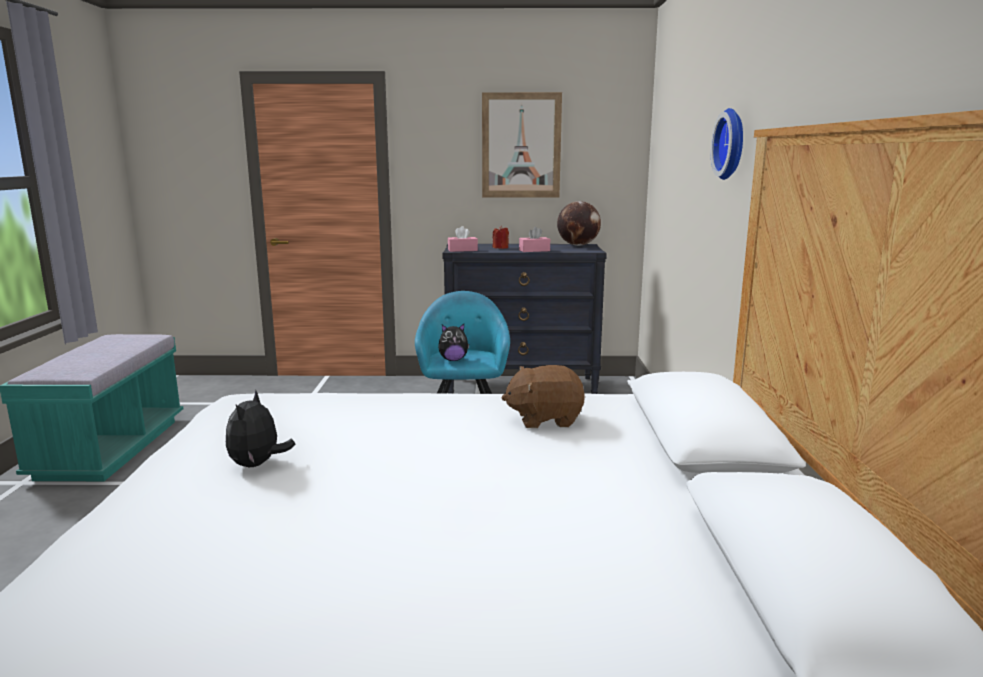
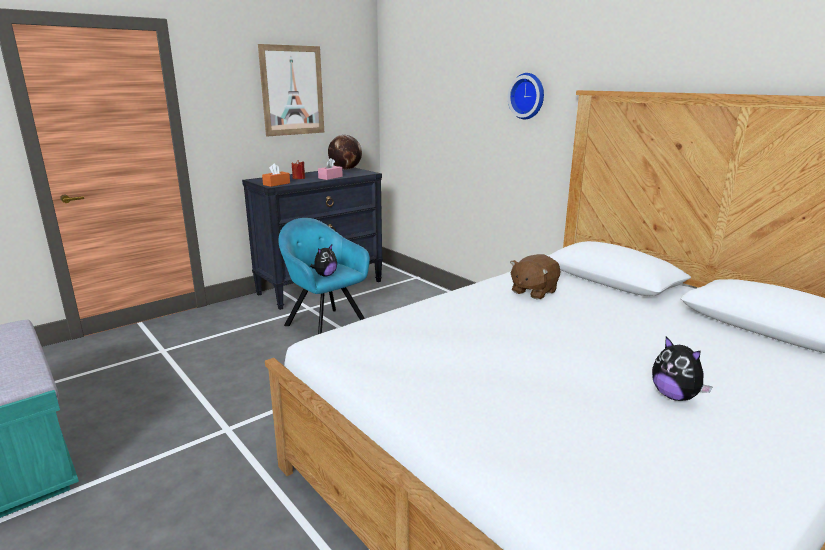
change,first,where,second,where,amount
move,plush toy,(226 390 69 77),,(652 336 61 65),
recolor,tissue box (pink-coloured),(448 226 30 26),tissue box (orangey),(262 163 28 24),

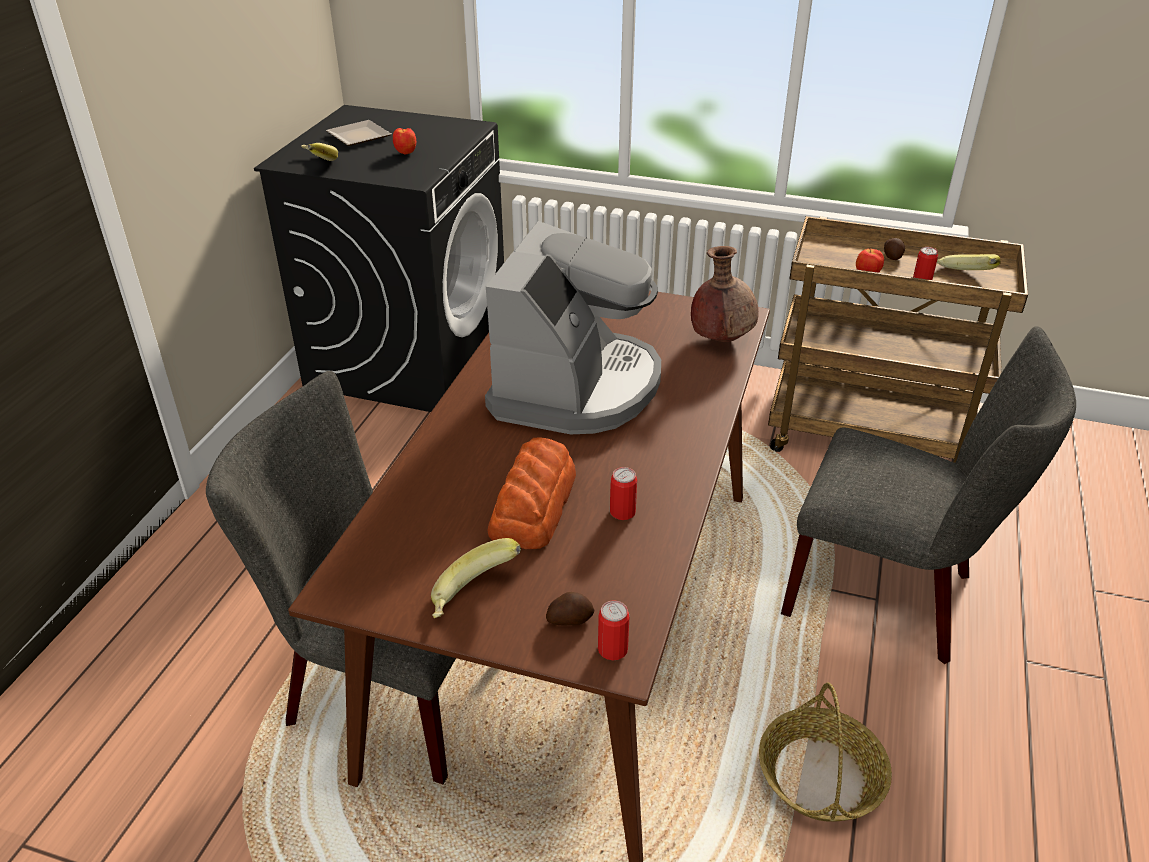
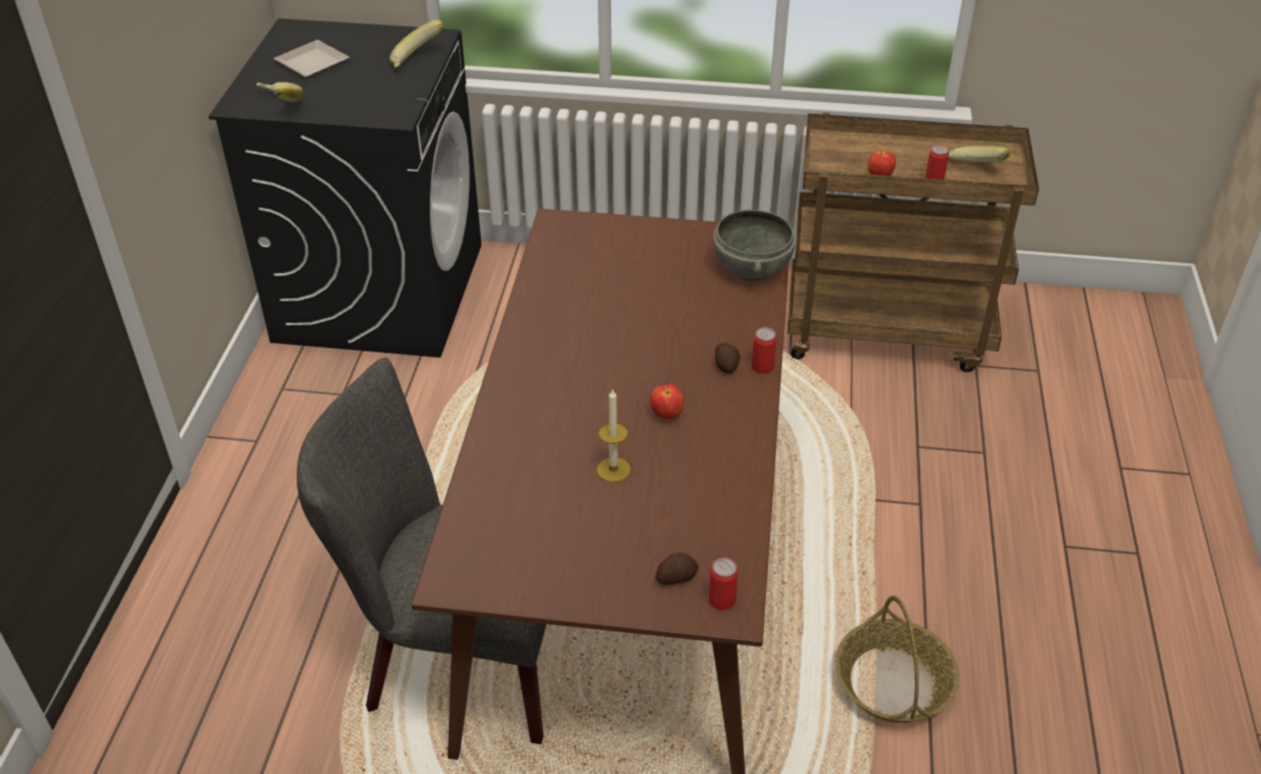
change,first,where,second,where,amount
move,apple fruit,(393 128 23 27),,(650 384 34 36),
move,whole banana,(431 538 90 80),,(390 20 54 48),
delete,coffee maker,(485 221 176 213),,,
replace,bread,(487 438 89 111),wax candle,(597 389 34 93),
move,can,(610 467 27 53),,(751 327 26 47),
replace,flower vase (brown),(691 246 68 96),deep dish (grey),(713 209 82 73),
delete,upright chair (grey),(781 326 295 338),,,
move,whole potato,(884 238 21 22),,(715 343 25 31),

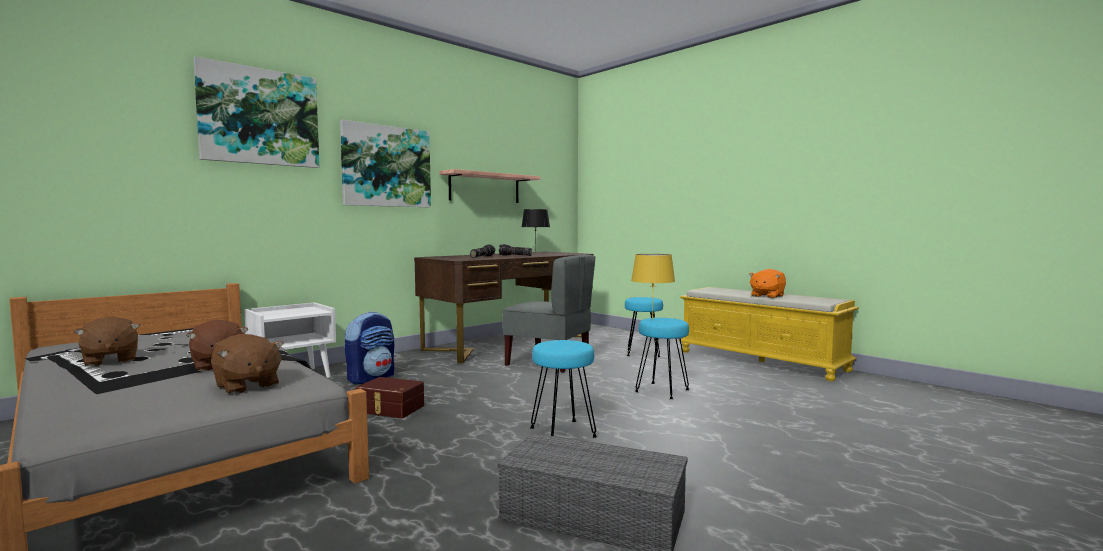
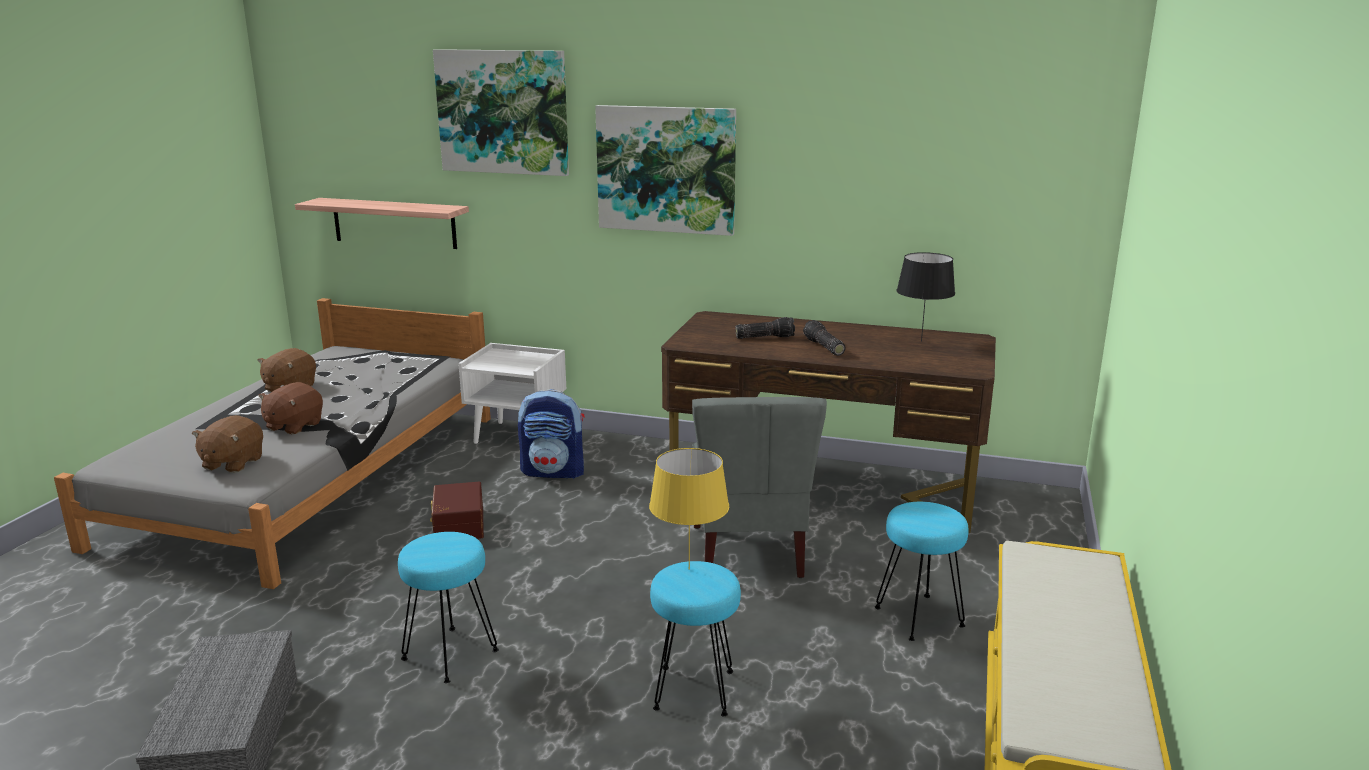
change,first,where,second,where,amount
move,shelf,(439 169 101 34),,(295 198 174 51),
delete,plush toy (orangey),(749 269 37 29),,,

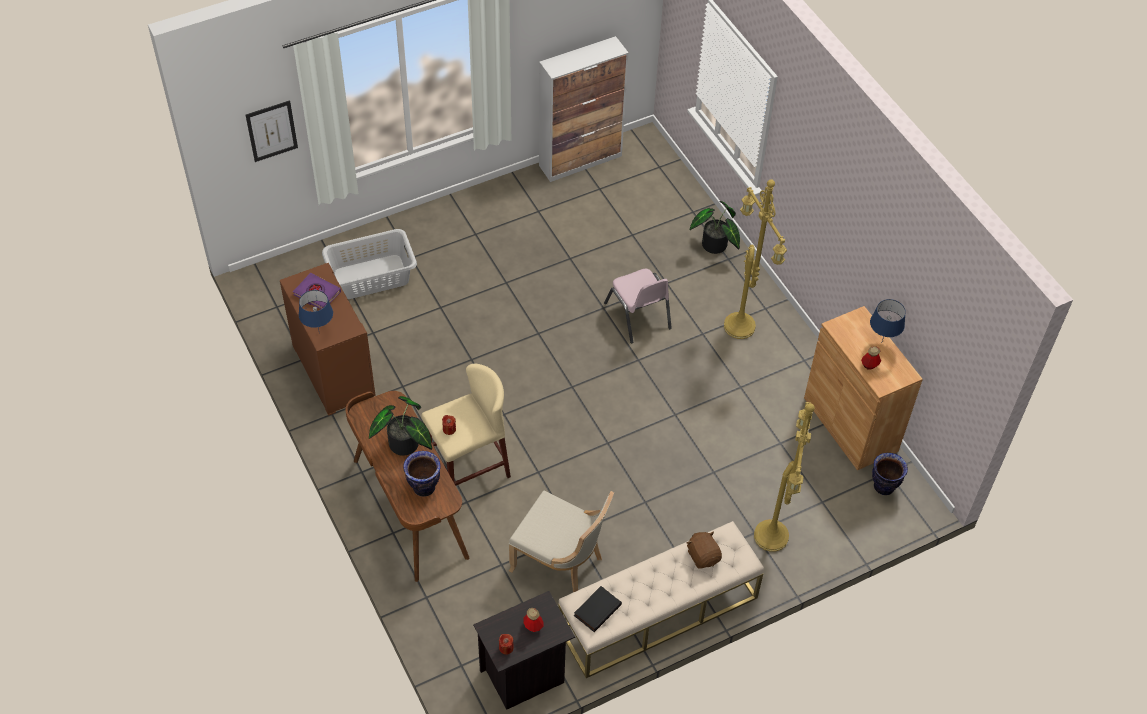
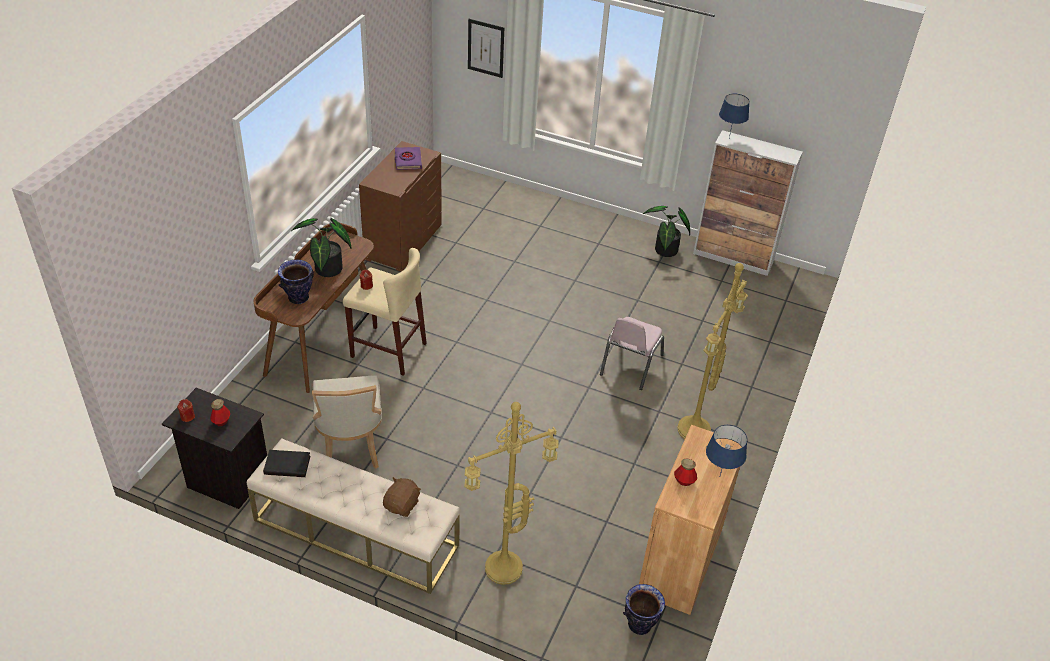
change,first,where,second,where,amount
move,lamp for a table (blue),(299 290 34 40),,(719 94 31 44),
delete,laundry basket (grey),(322 229 95 70),,,
move,houseplant,(690 201 50 53),,(643 206 47 51),

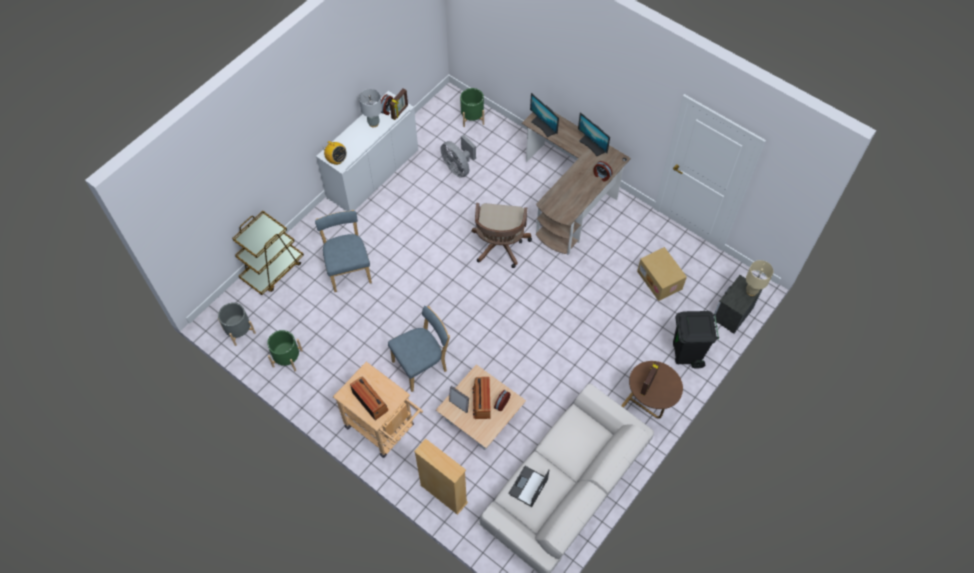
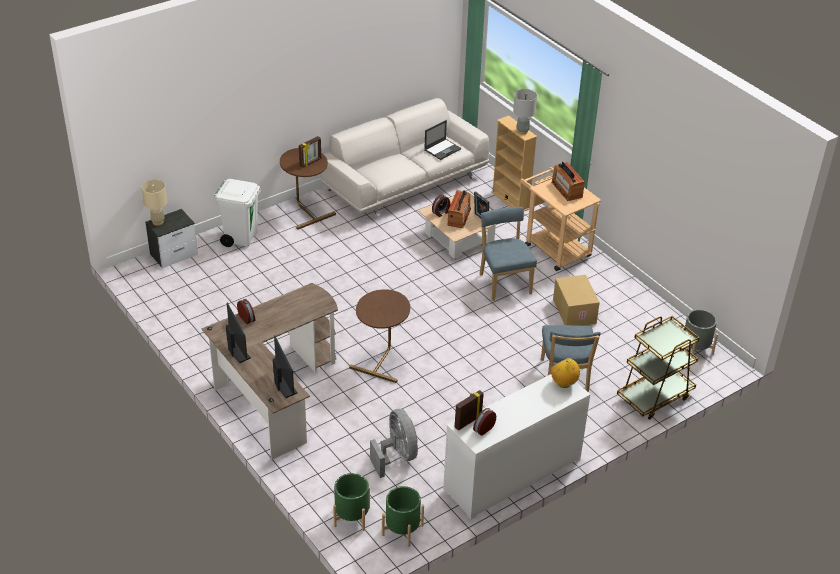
change,first,where,second,where,amount
move,plant pot (greenish),(267 330 36 41),,(382 486 42 61),
move,lamp for a table (grey),(359 89 23 38),,(513 89 24 45),
rotate,upright chair (blue),(388 306 62 86),,(480 207 57 94),90 degrees clockwise
replace,desk chair (brown),(471 203 61 65),accent table (brown),(349 289 61 94),
move,packing box,(637 247 50 54),,(553 275 47 51),
recolor,waste bin (black),(673 311 46 58),waste bin (white),(214 179 47 68),

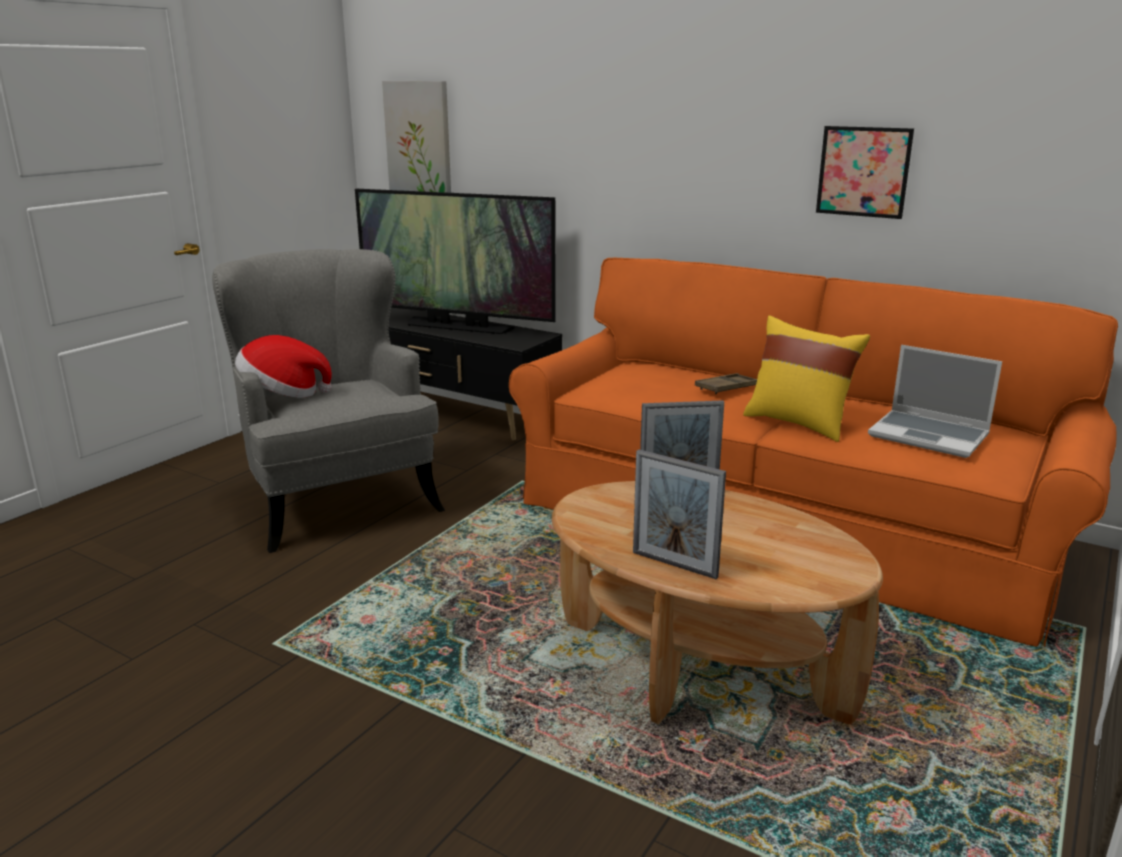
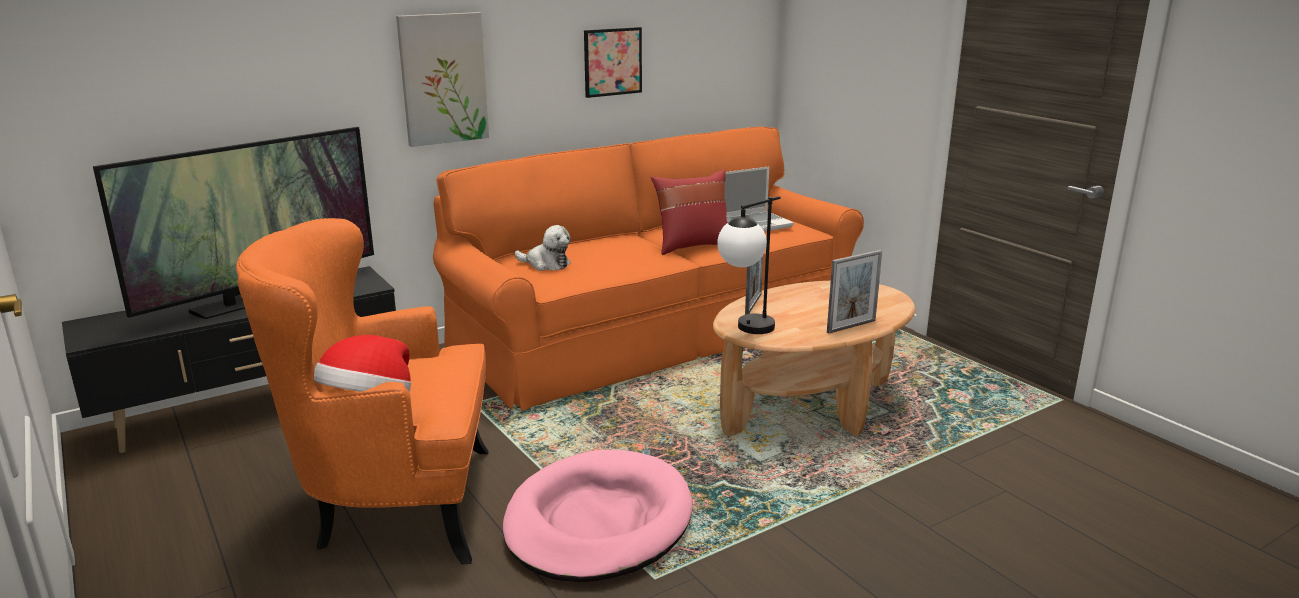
change,first,where,second,where,amount
recolor,armchair (grey),(212 249 233 304),armchair (orangey),(236 218 253 346),
move,picture,(382 81 69 112),,(396 12 93 135),
delete,serving tray (brown),(695 373 62 21),,,
recolor,cushion (yellowish),(743 315 127 127),cushion (reddish),(651 169 77 86),
insert,,,dog cushion (pink-coloured),(502 450 190 132),
insert,,,plush toy,(515 225 56 46),
insert,,,lamp for a table,(717 196 64 138),

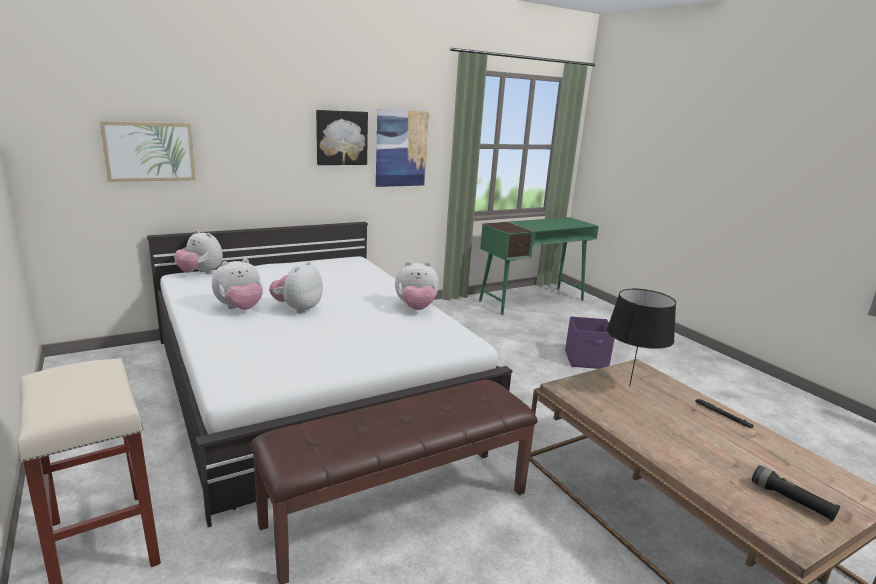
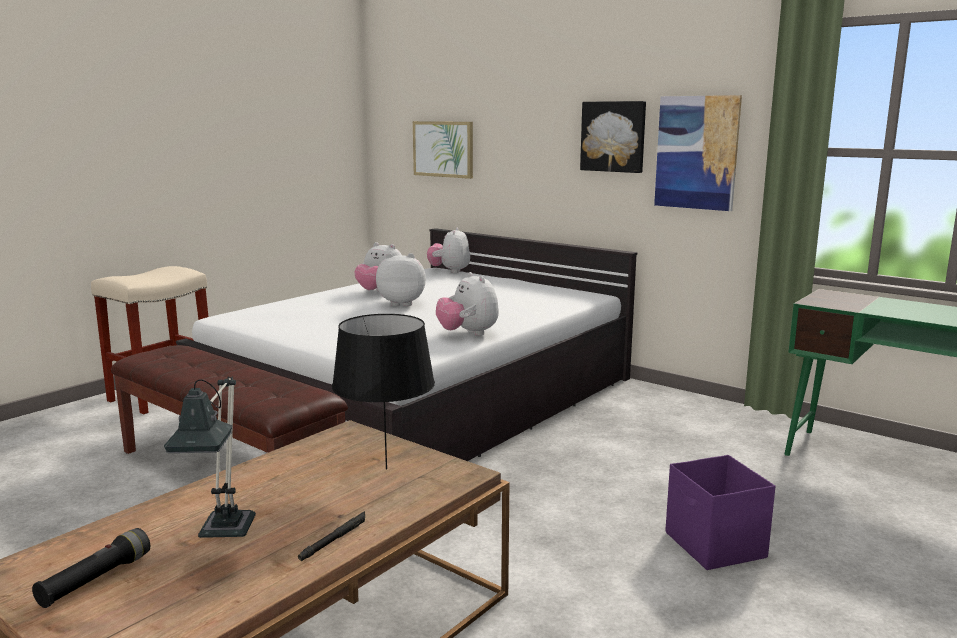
change,first,where,second,where,amount
insert,,,lamp for a table,(164 376 92 162),

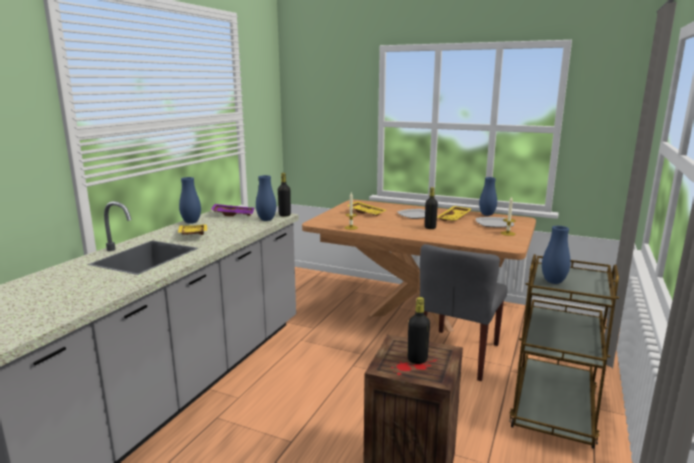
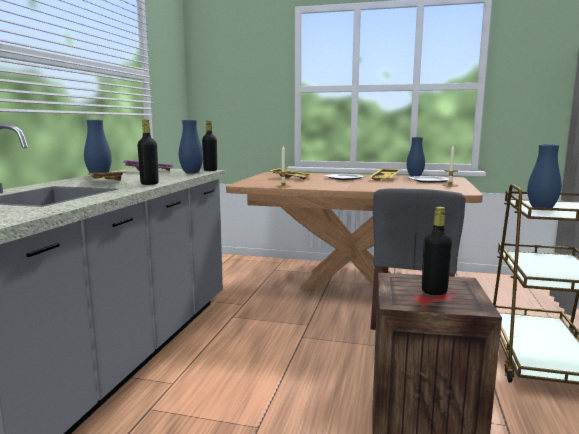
change,first,where,second,where,amount
move,bottle (black),(425 187 13 42),,(137 119 22 66),

